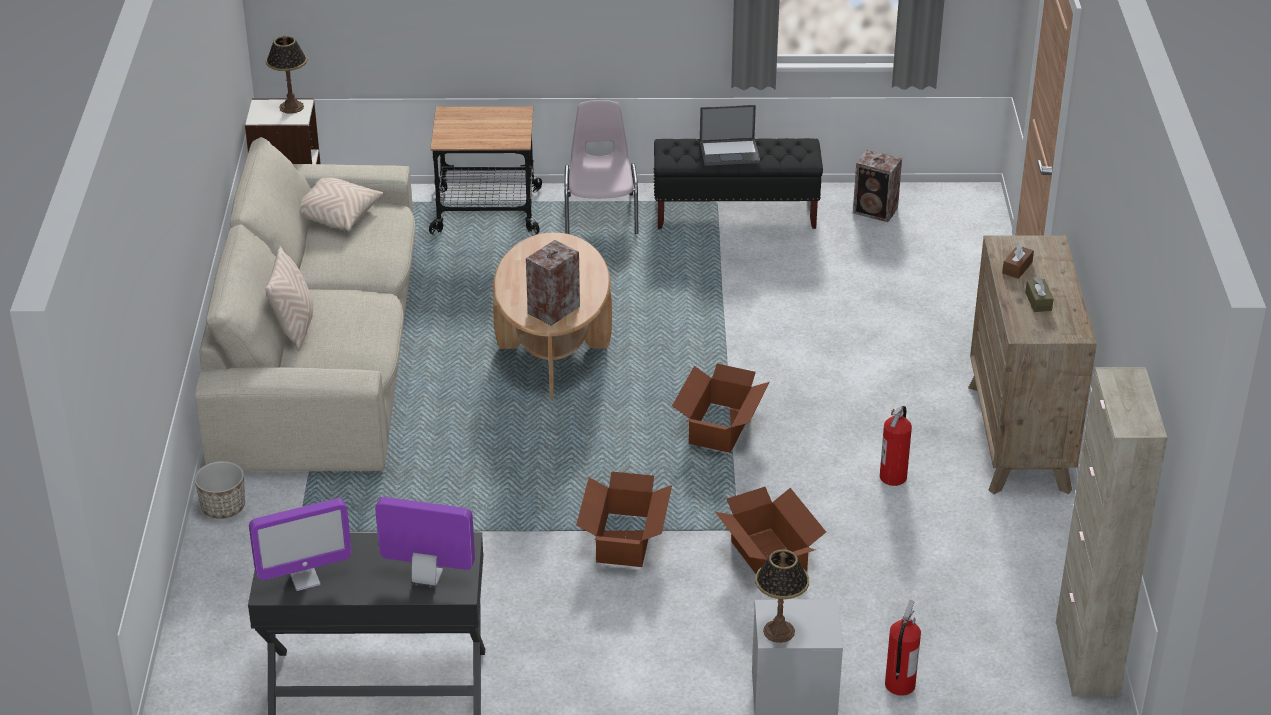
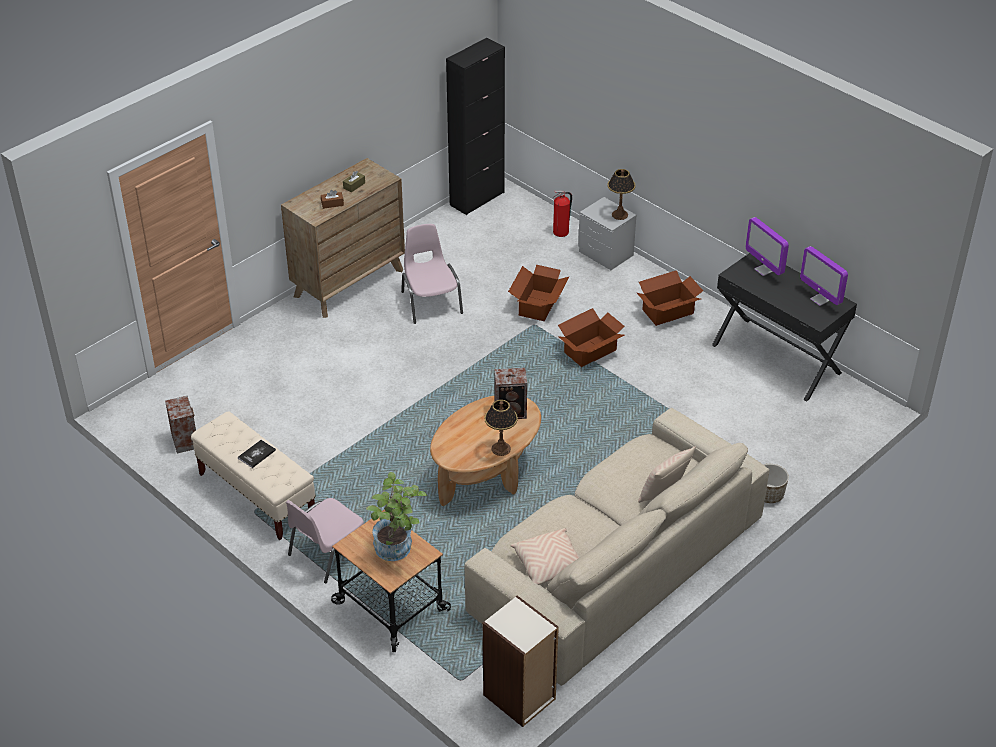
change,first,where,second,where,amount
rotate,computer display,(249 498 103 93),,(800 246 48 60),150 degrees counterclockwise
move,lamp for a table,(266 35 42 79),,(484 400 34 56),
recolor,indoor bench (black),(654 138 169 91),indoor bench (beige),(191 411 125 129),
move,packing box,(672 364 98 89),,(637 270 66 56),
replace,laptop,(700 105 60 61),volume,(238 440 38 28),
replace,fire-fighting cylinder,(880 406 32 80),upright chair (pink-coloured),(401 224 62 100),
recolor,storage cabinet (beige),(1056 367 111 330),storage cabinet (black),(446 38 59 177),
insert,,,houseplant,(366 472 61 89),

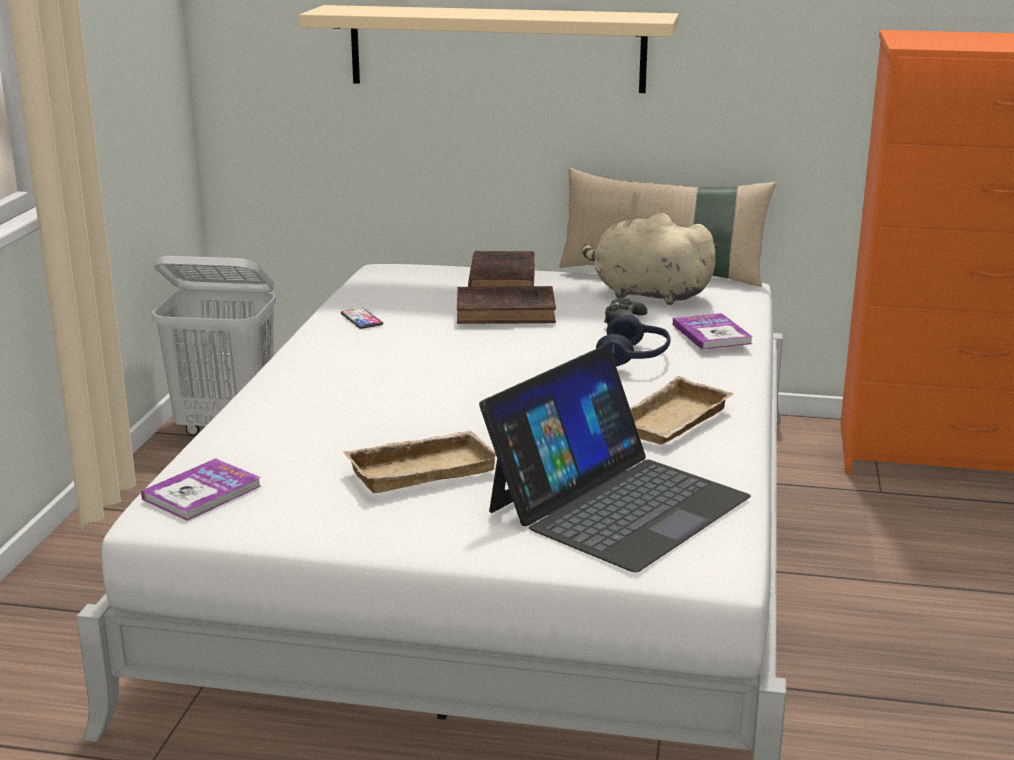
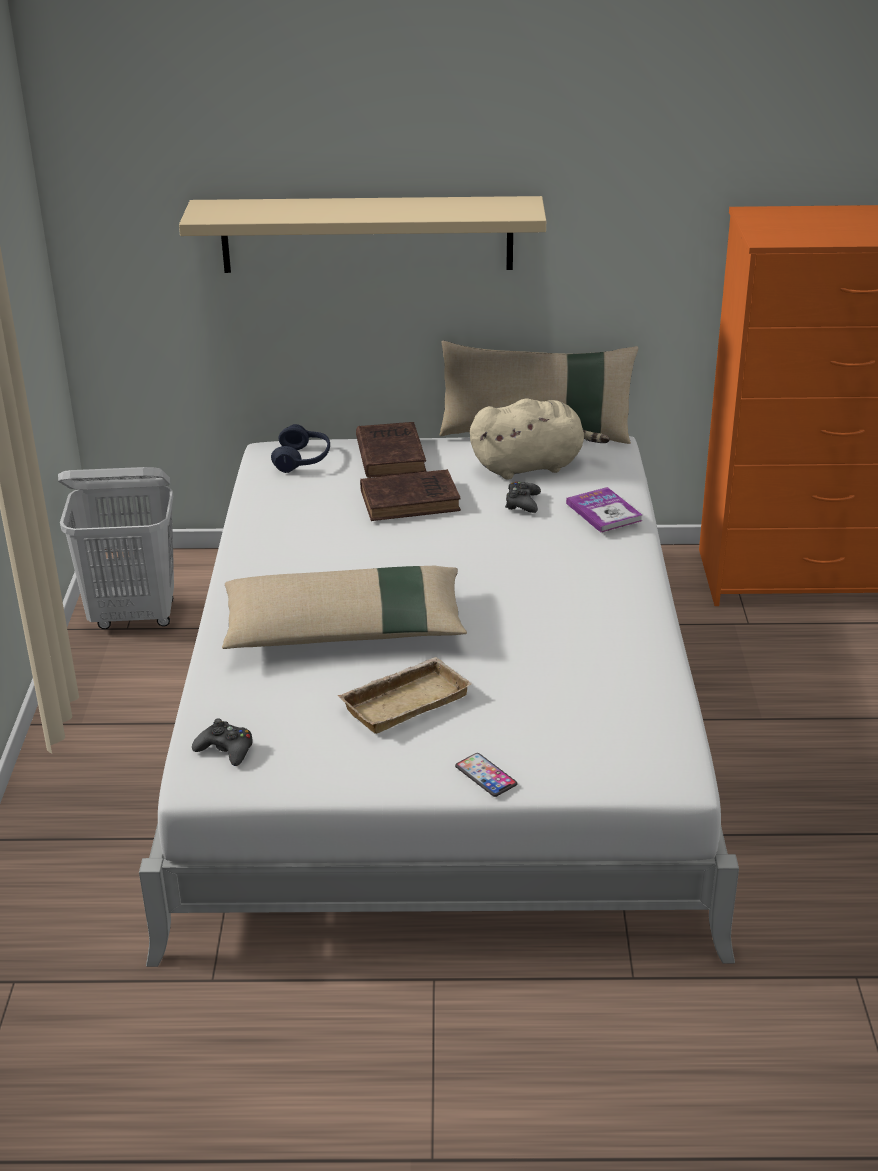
change,first,where,second,where,amount
replace,volume,(141 458 120 63),game controller (black),(192 718 61 48),
move,handset,(341 308 42 21),,(455 753 62 44),
delete,laptop,(479 345 272 227),,,
rotate,plush toy (beige),(582 213 138 92),,(470 399 140 81),150 degrees clockwise
move,headset (blue),(596 315 75 52),,(271 424 59 49),
delete,serving tray (beige),(630 376 104 69),,,
insert,,,cushion (beige),(222 566 245 83),

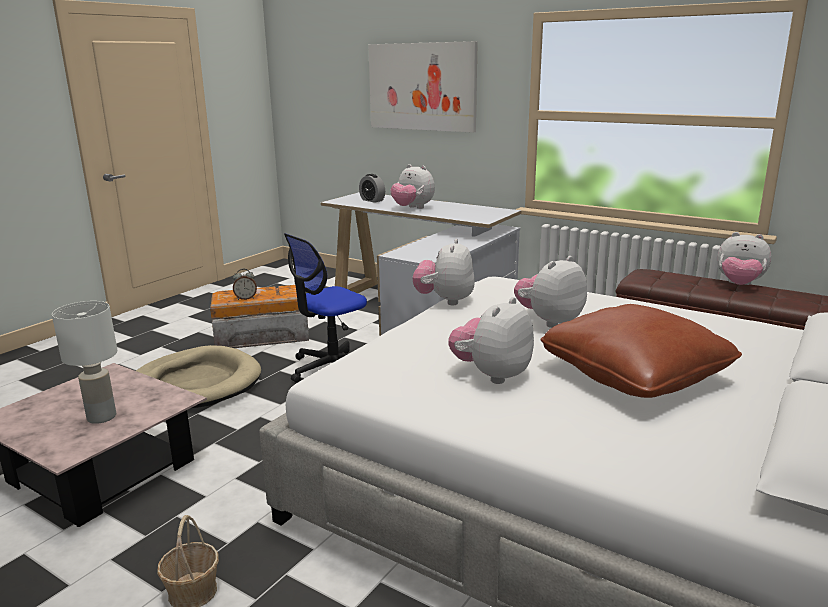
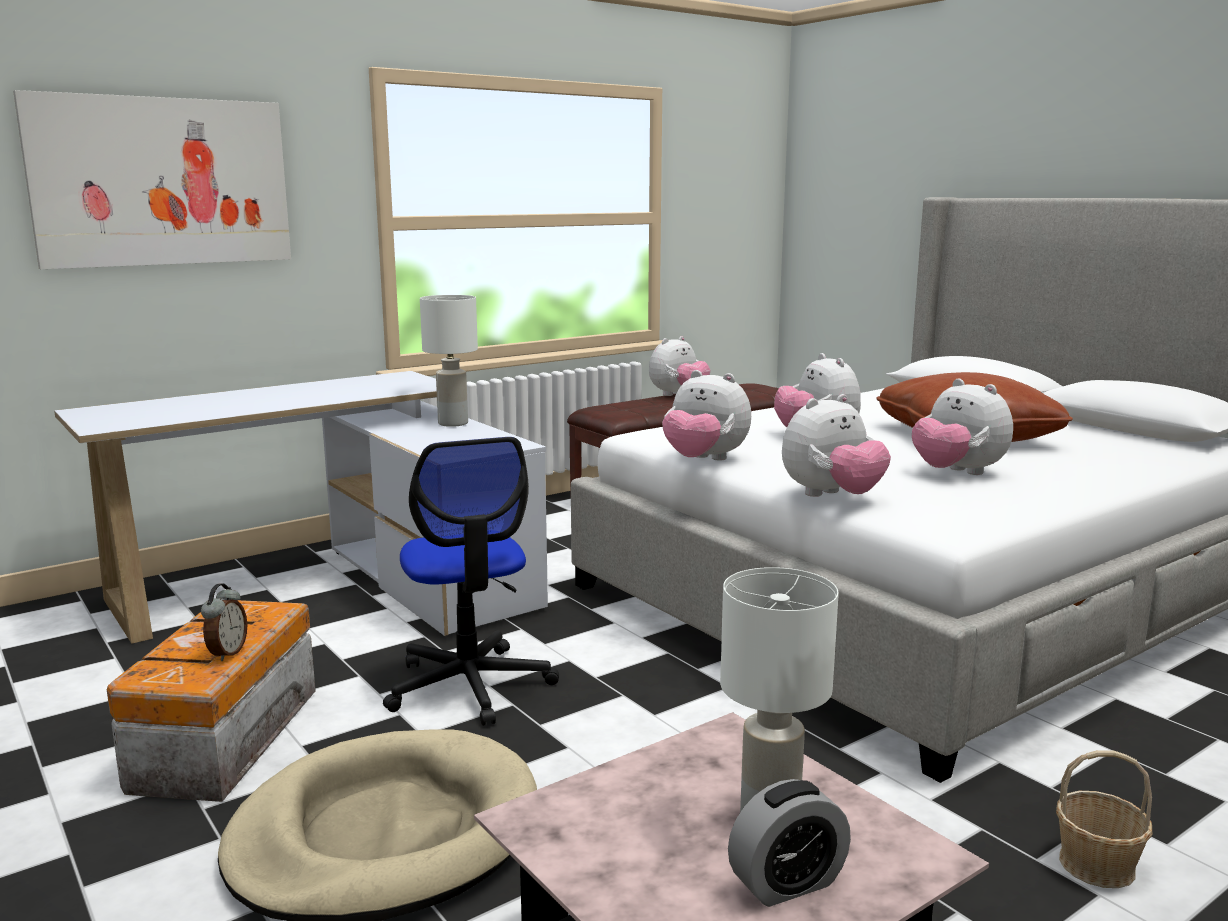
change,first,where,second,where,amount
move,alarm clock,(359 174 26 29),,(728 779 123 128),
move,plush toy,(391 164 44 45),,(782 394 109 103),
insert,,,lamp for a table (white),(420 295 58 132),

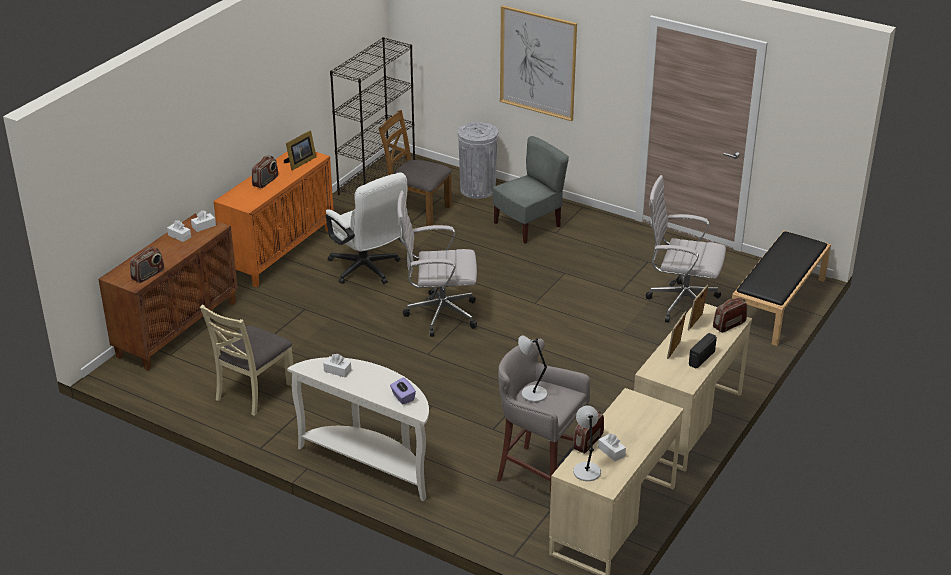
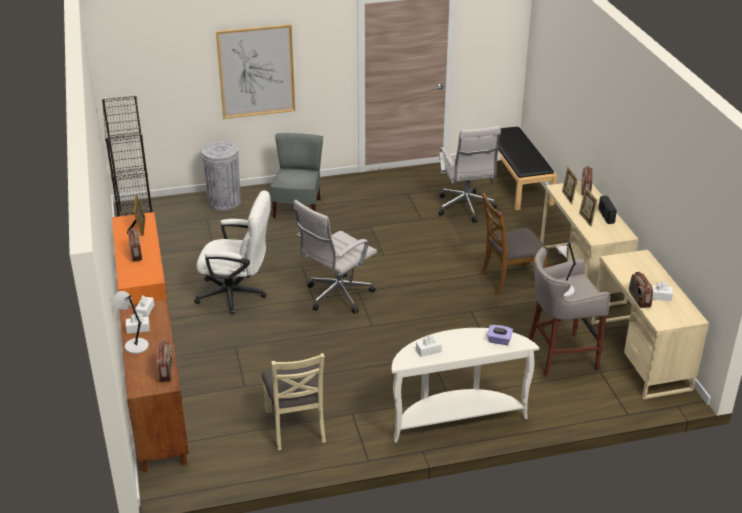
change,first,where,second,where,amount
move,upright chair (brown),(379 110 73 116),,(480 193 69 102),
move,lamp for a table (grey),(573 406 28 75),,(114 291 35 63),
rotate,desk chair (white),(646 175 80 148),,(439 126 63 97),75 degrees counterclockwise

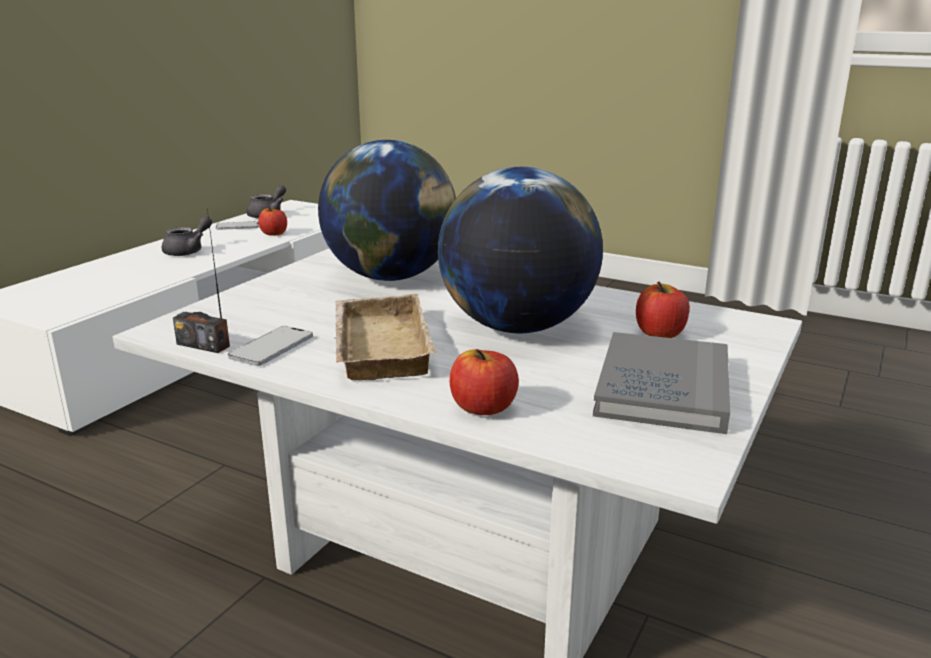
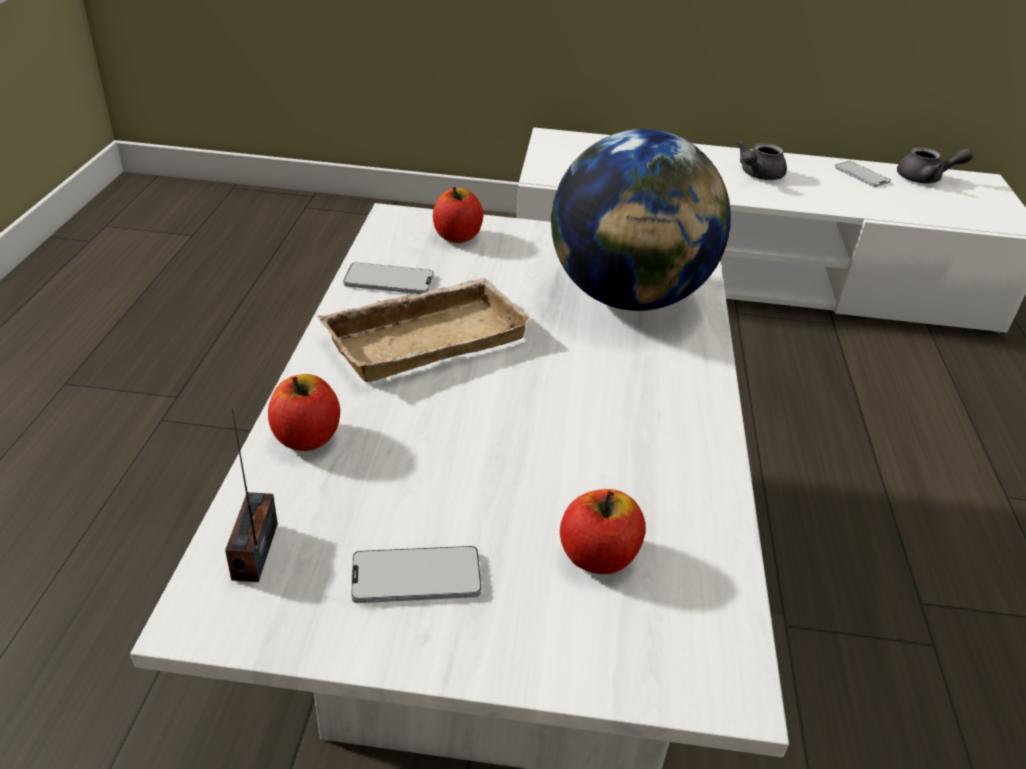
change,first,where,second,where,amount
rotate,teapot (grey),(162 216 50 40),,(737 141 50 39),120 degrees clockwise
move,radio receiver,(173 209 57 144),,(225 409 53 173),
move,apple fruit,(258 207 29 29),,(433 187 50 56),
delete,world globe,(438 167 165 166),,,
replace,volume (grey),(593 332 137 102),handset,(351 546 131 57),

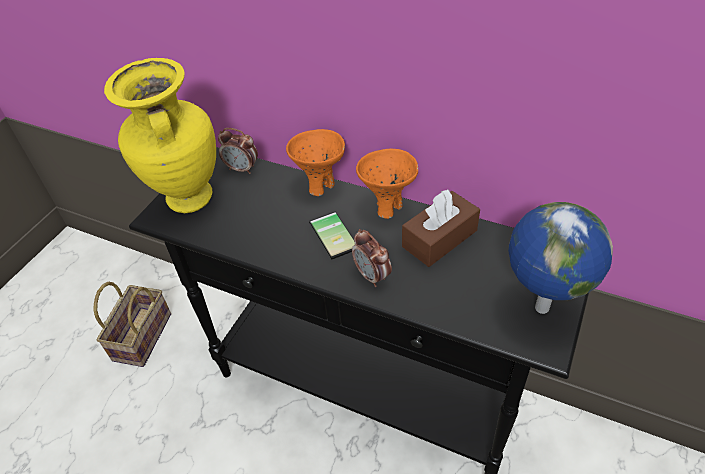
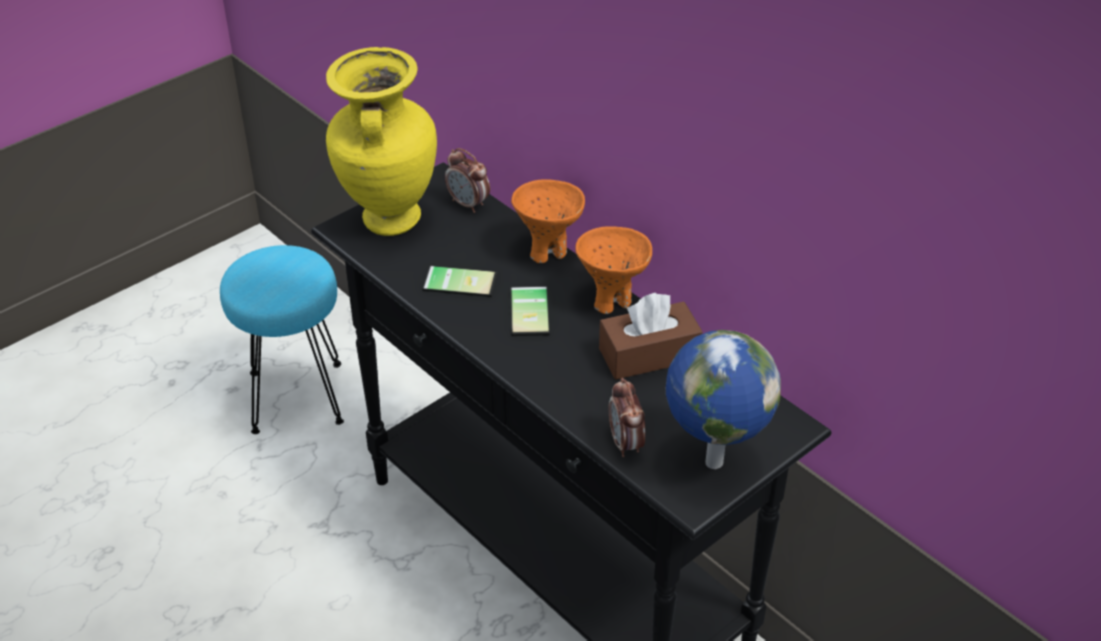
change,first,where,second,where,amount
replace,household basket,(94 282 77 85),stool seat (turquoise),(220 245 124 189),
move,alarm clock,(352 229 40 58),,(608 378 37 79),
insert,,,handset,(422 266 76 31),

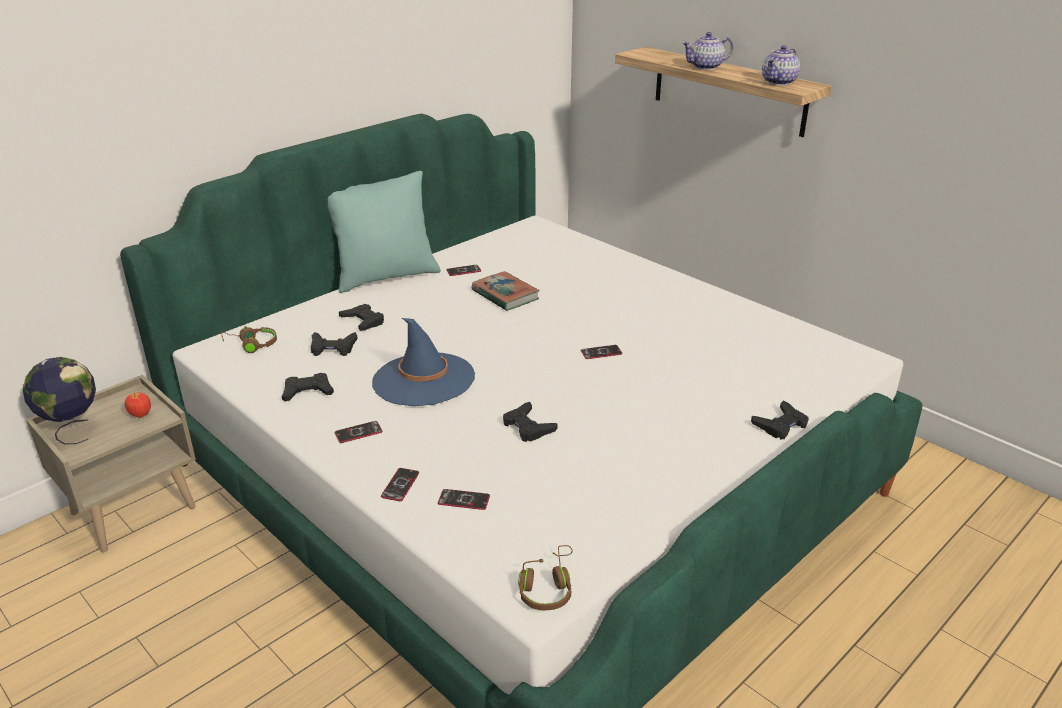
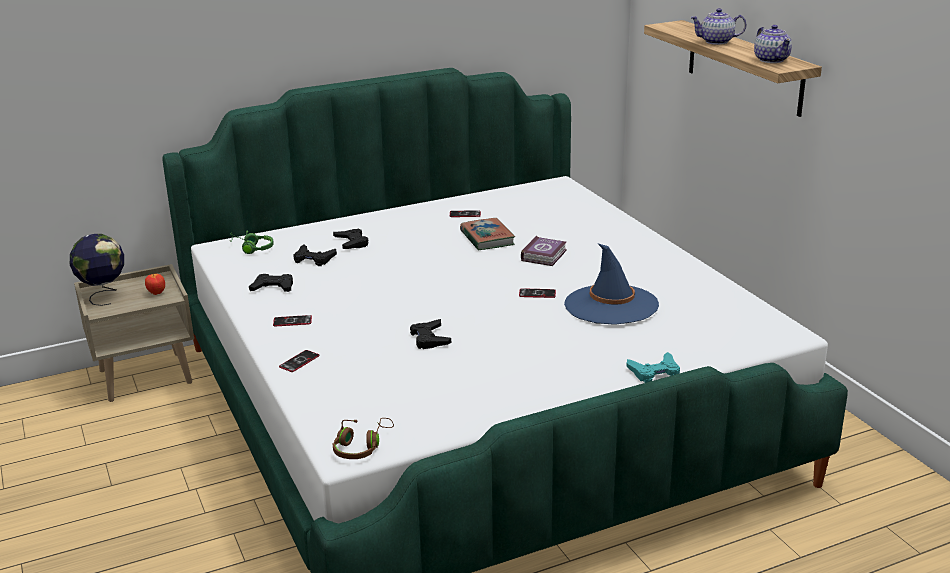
change,first,where,second,where,amount
recolor,headset (brown),(221 326 56 27),headset (greenish),(230 231 44 23),
delete,cushion (turquoise),(328 171 113 122),,,
move,wearable hat (blue),(372 318 103 88),,(564 243 95 82),
delete,handset,(438 489 52 21),,,
recolor,game controller (black),(751 400 58 40),game controller (turquoise),(626 352 54 31),
rotate,teapot,(762 45 38 40),,(754 25 38 38),75 degrees counterclockwise
insert,,,volume,(521 236 46 30),

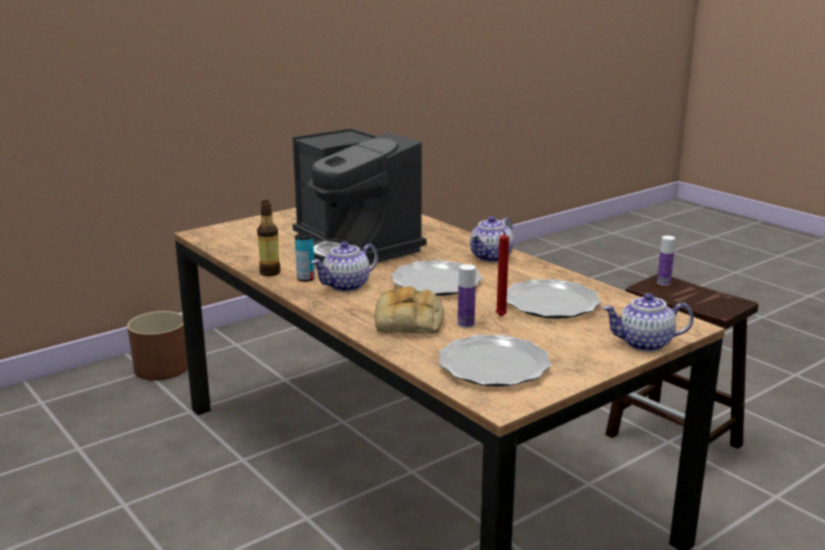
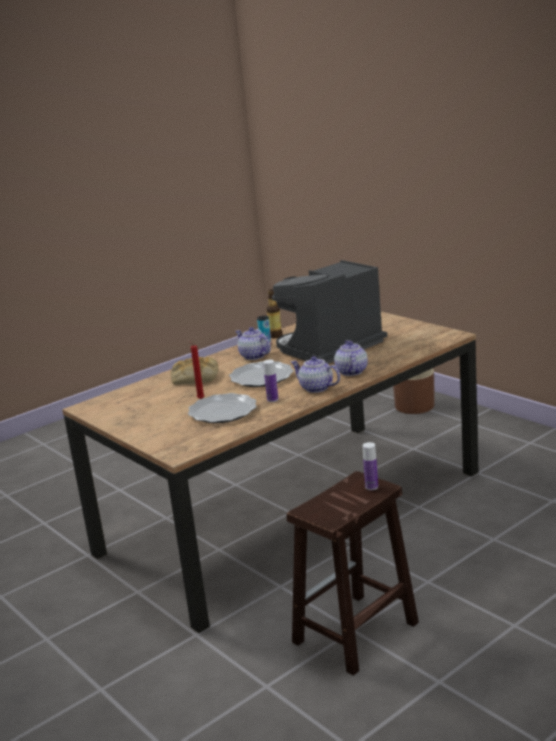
change,first,where,second,where,amount
delete,dinner plate,(439 334 112 53),,,
move,bottle,(458 264 18 64),,(263 360 15 42),
move,teapot,(602 293 92 59),,(334 340 34 36),

